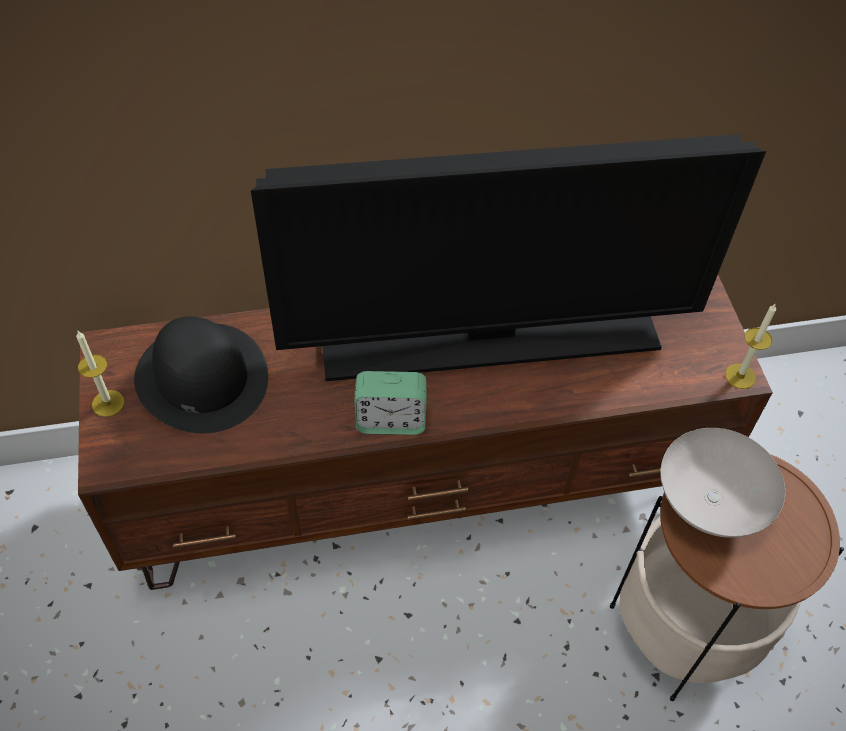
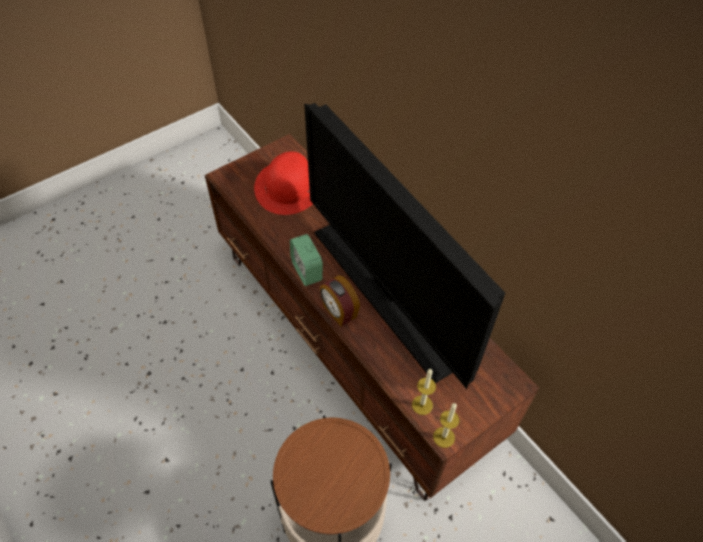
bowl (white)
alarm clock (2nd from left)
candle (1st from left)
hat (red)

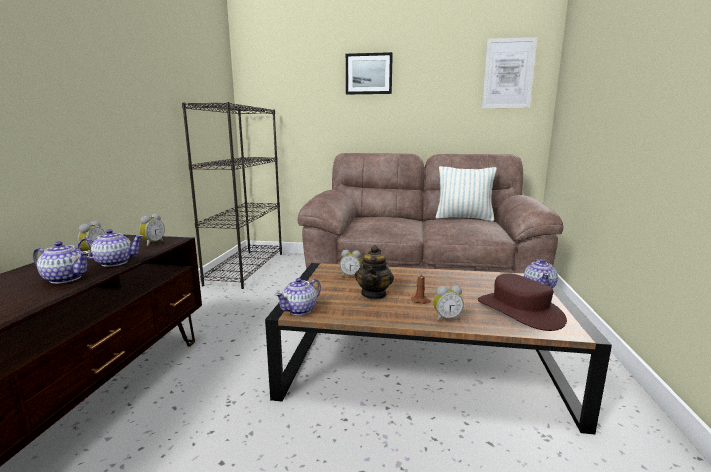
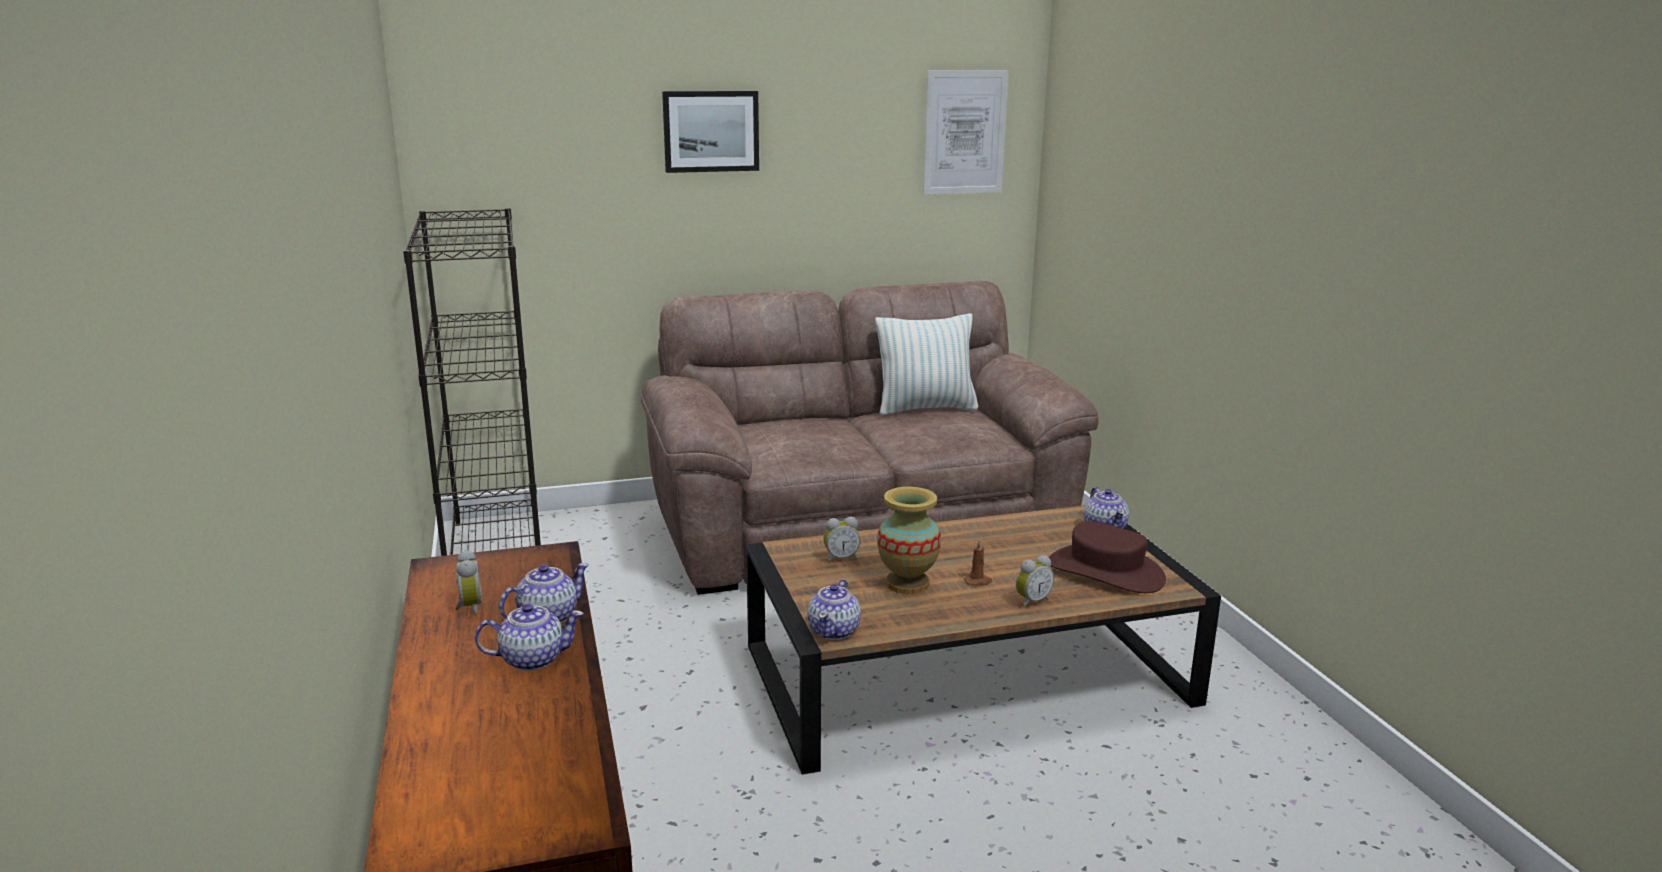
alarm clock (2nd from left in the first image)
vase

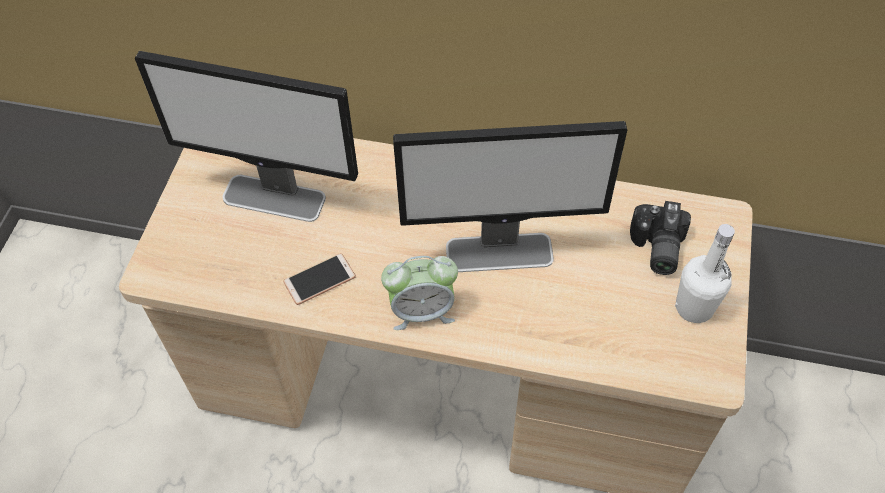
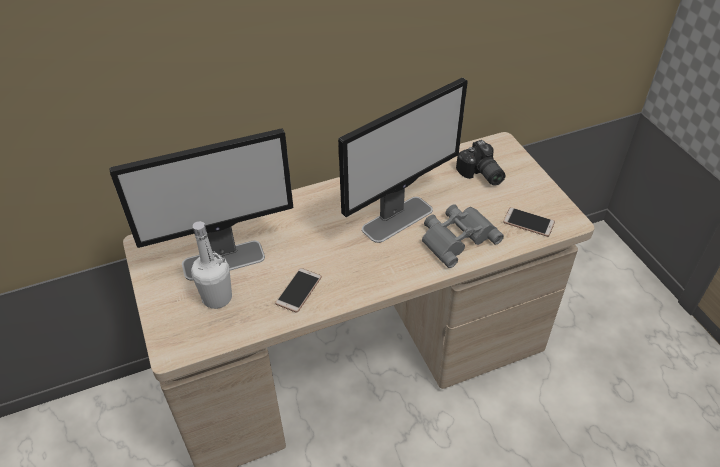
alarm clock
binoculars (grey)
phone (2nd from left)
bottle (white)

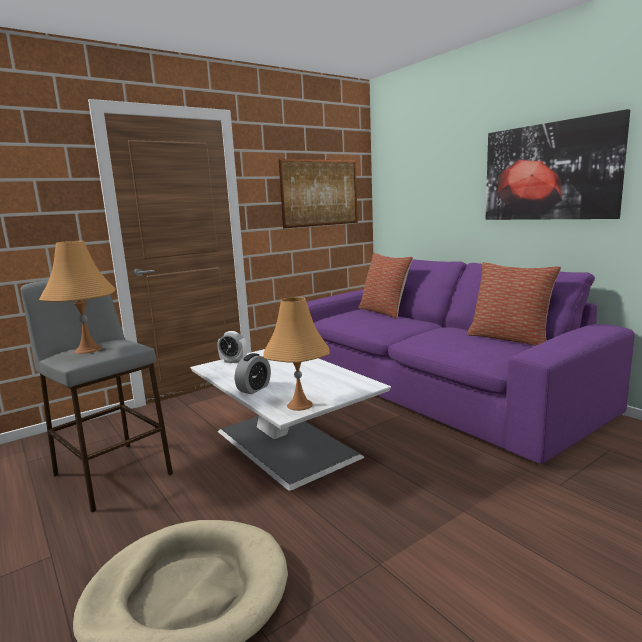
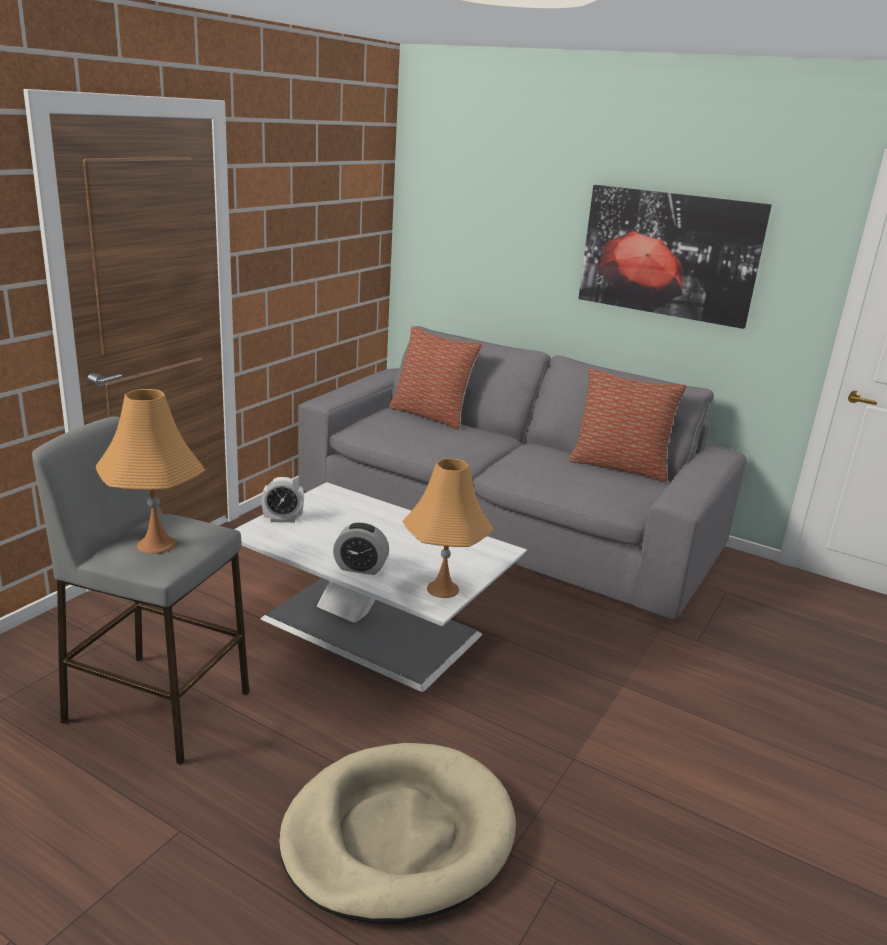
picture (1st from left in the first image)
sofa (grey)
alarm clock (2nd from left)

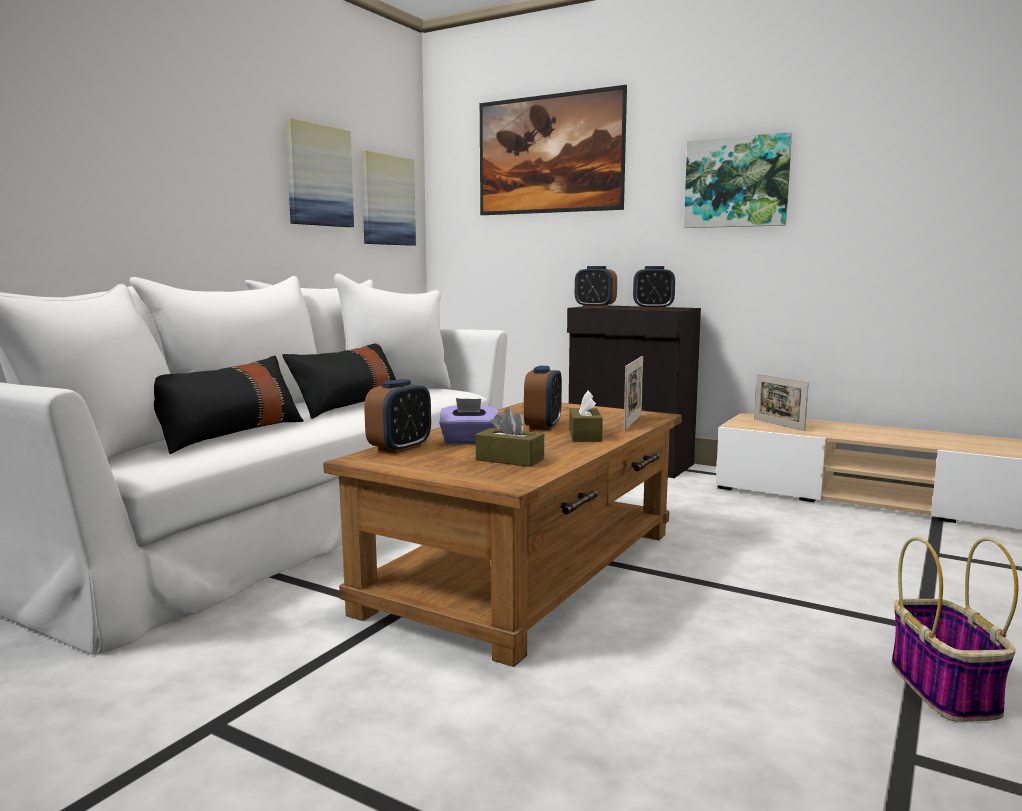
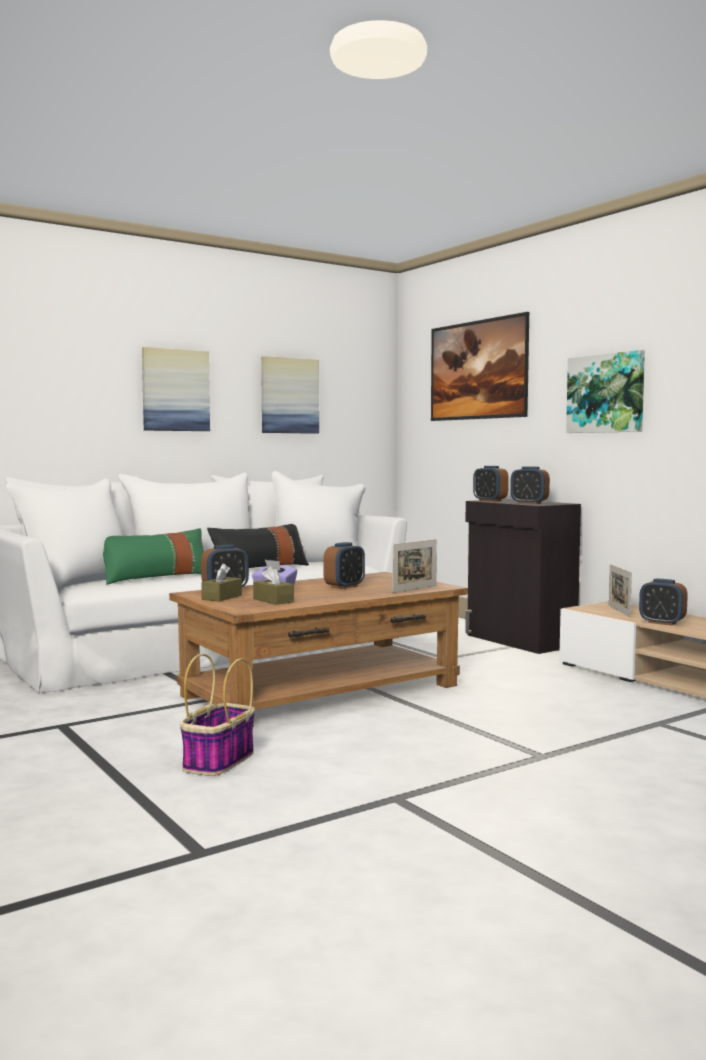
alarm clock (5th from left)
picture (1st from left)
tissue box (brown) (1st from left)
basket
pillow (green)

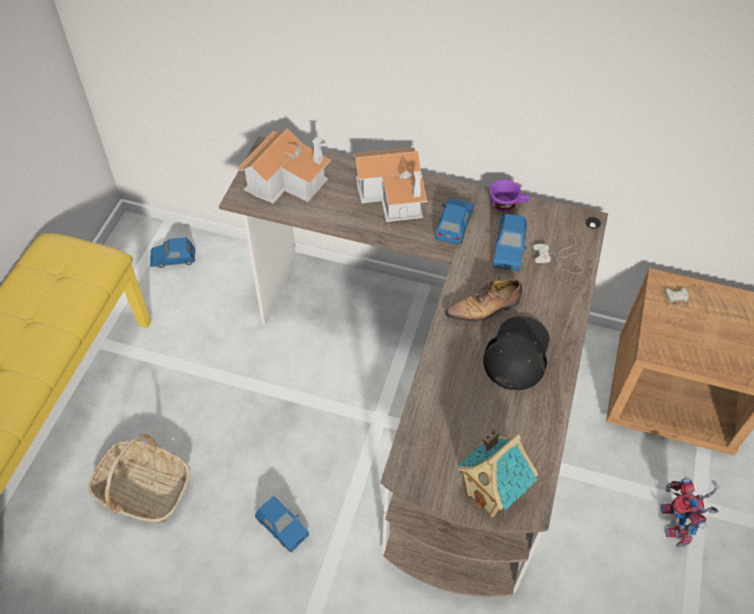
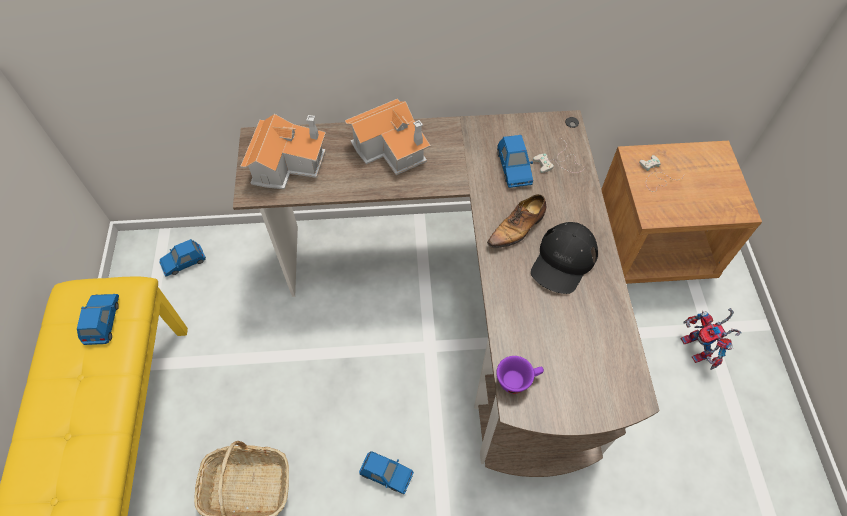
toy house (3rd from left in the first image)
toy car (blue) (1st from left)
cup (purple)
cap (black)

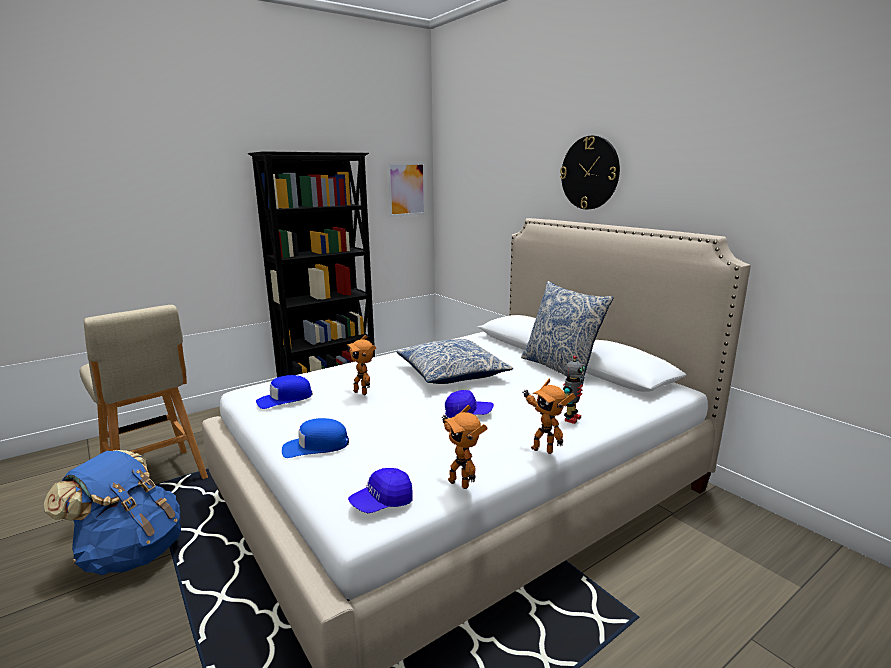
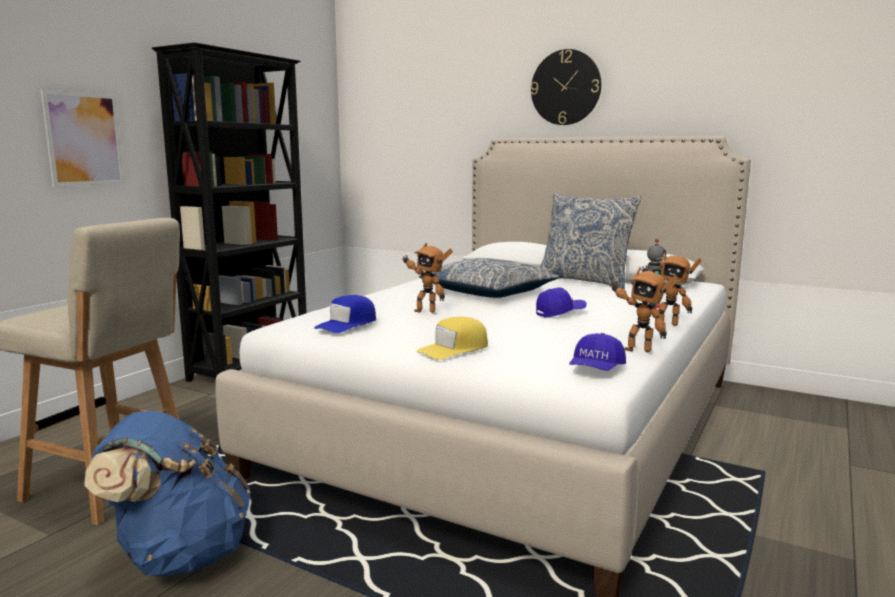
picture
cap (yellow)

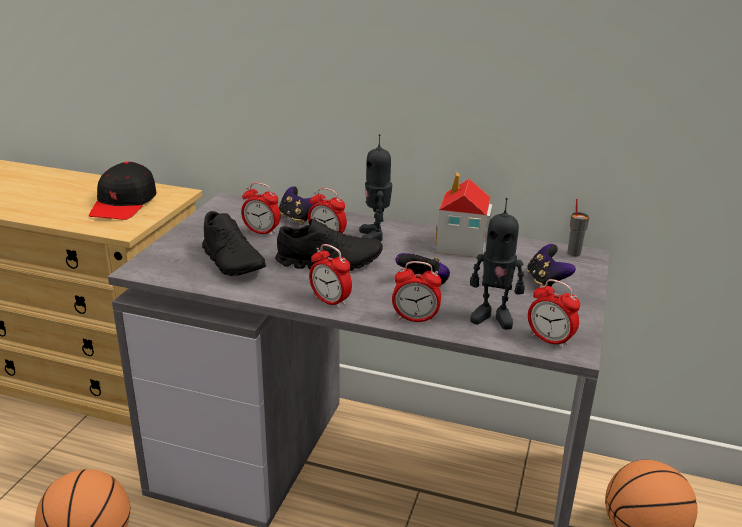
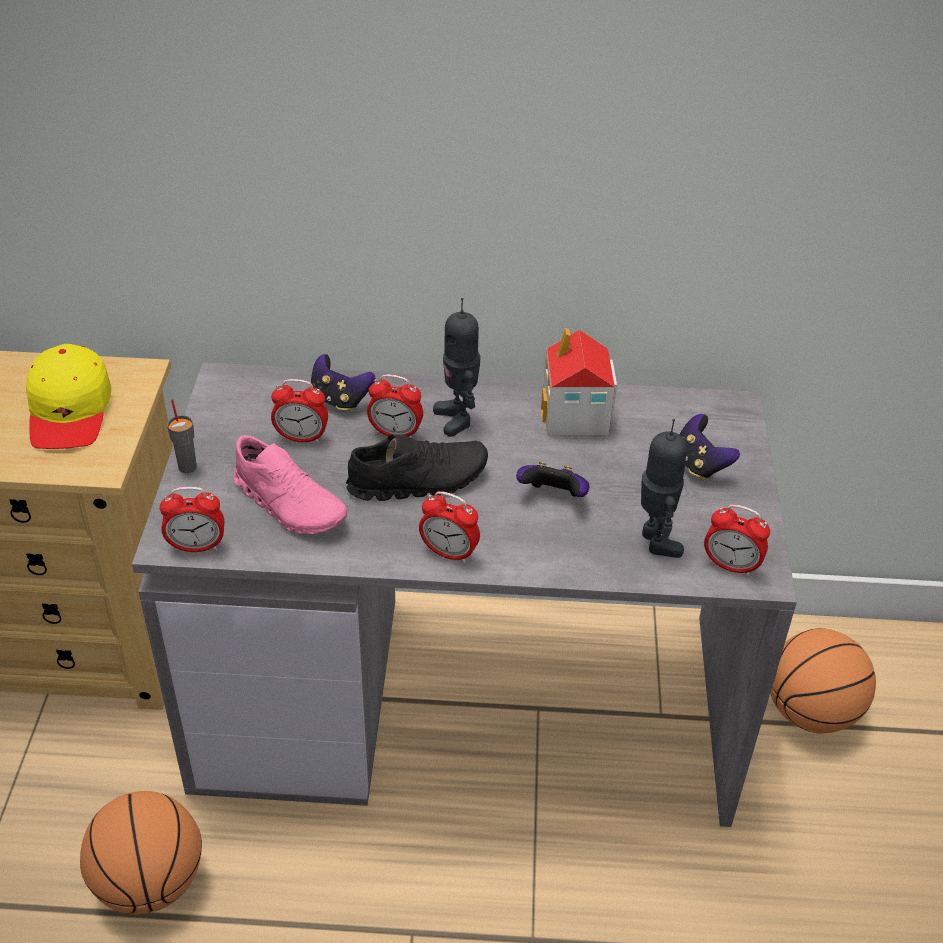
alarm clock (1st from left)
cup (grey)
cap (yellow)
shoe (pink)
toy robot (2nd from left)

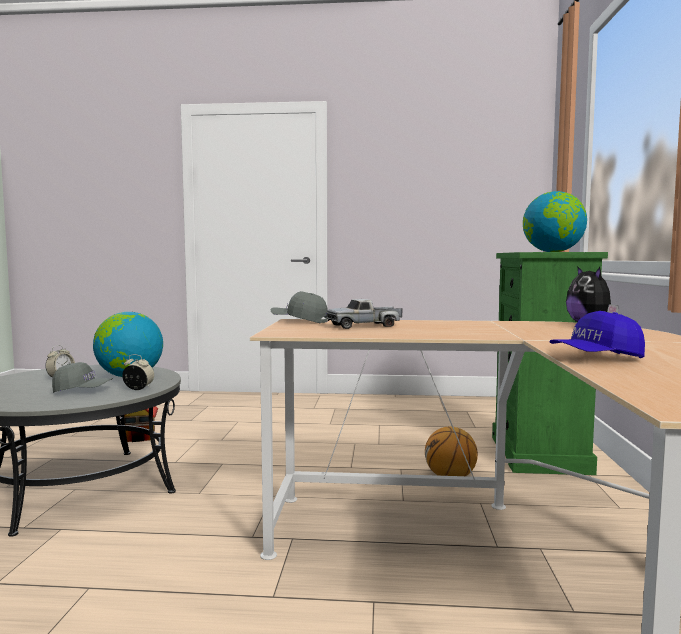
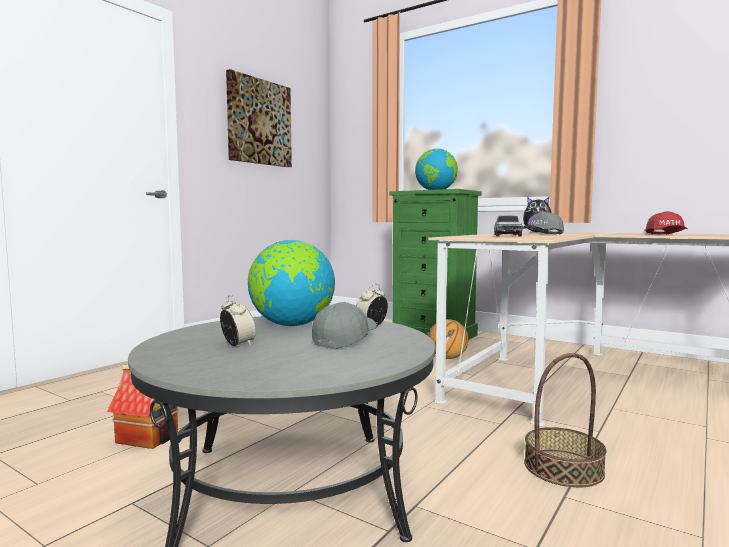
picture
basket
cap (grey) (2nd from left)
cap (red)

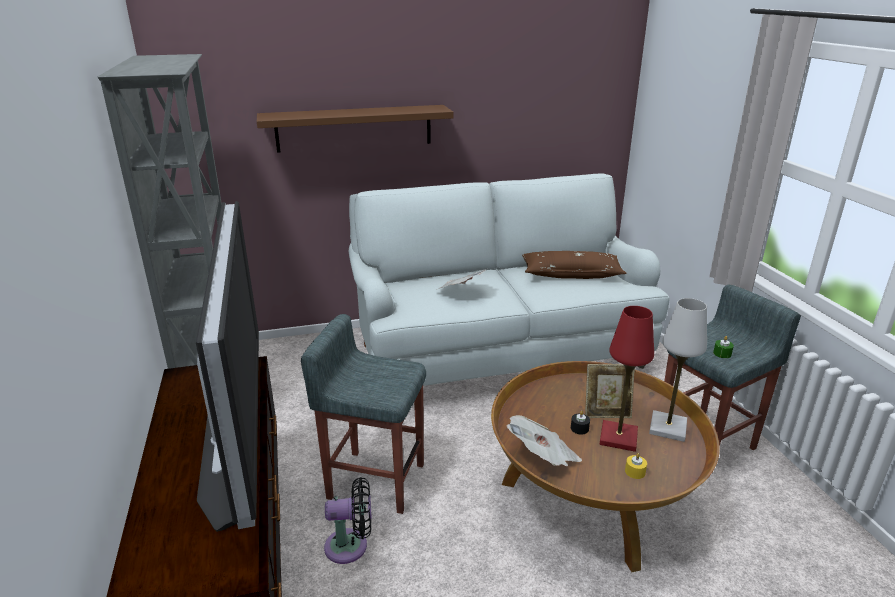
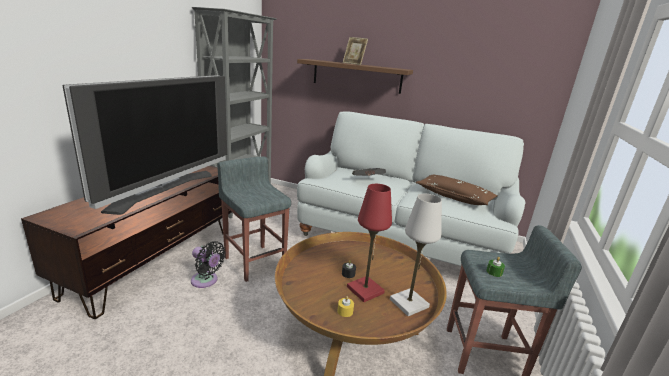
newspaper (2nd from left in the first image)
picture frame

